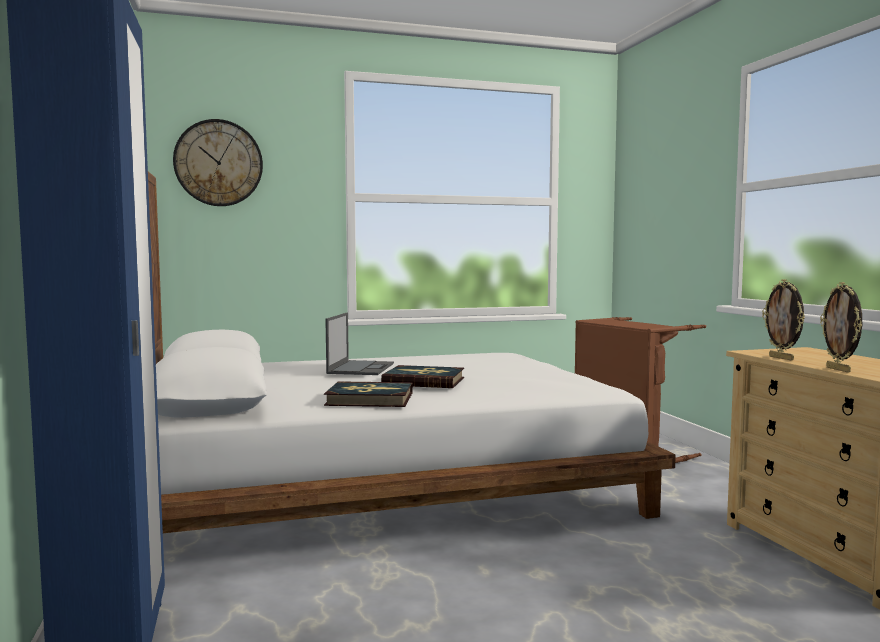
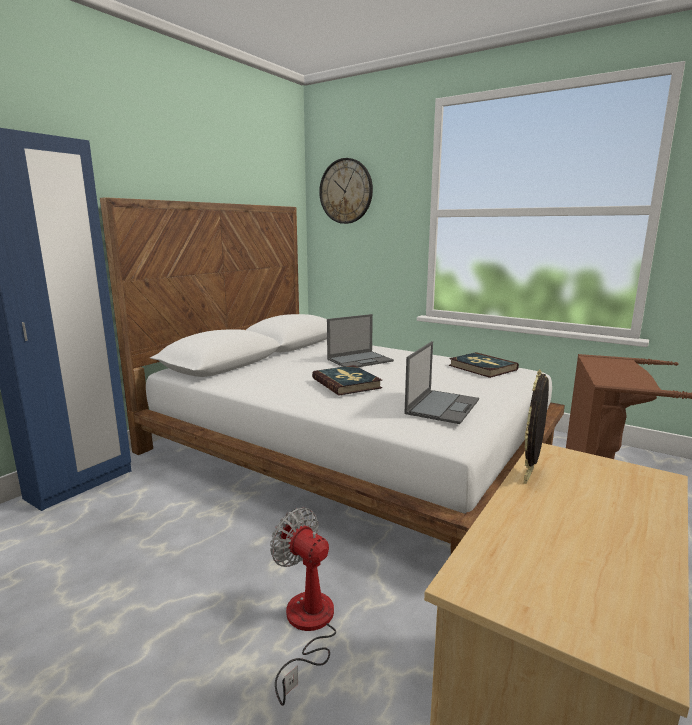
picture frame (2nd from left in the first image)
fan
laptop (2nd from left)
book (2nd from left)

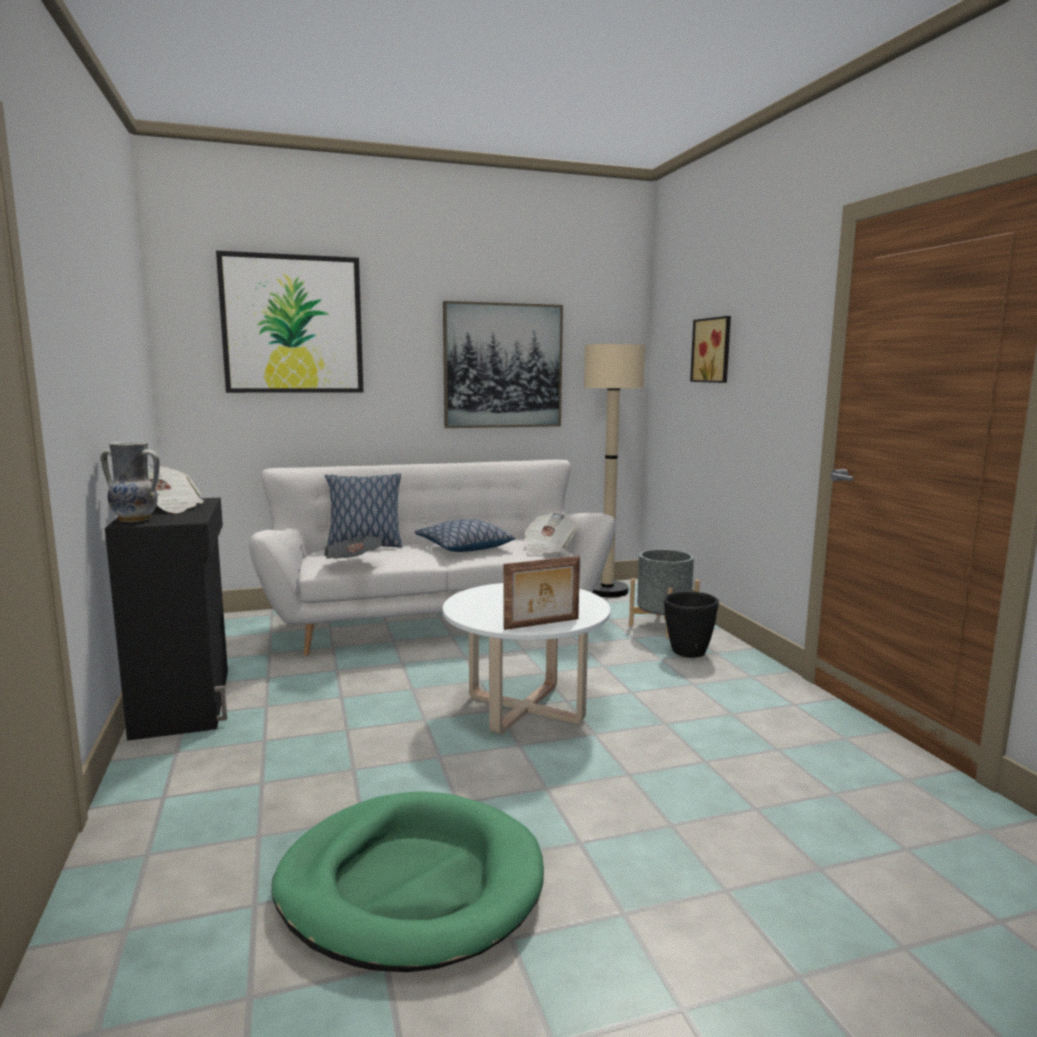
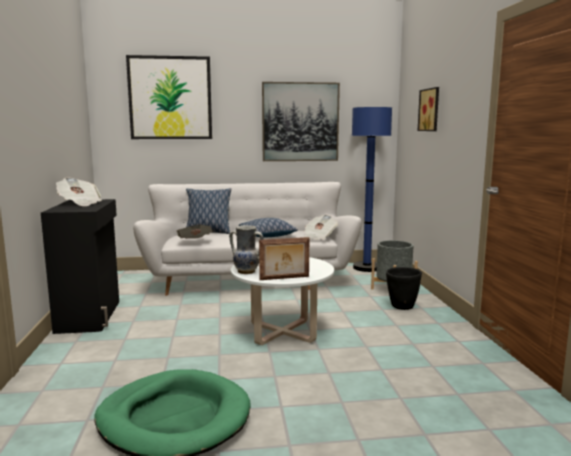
vase
floor lamp (blue)

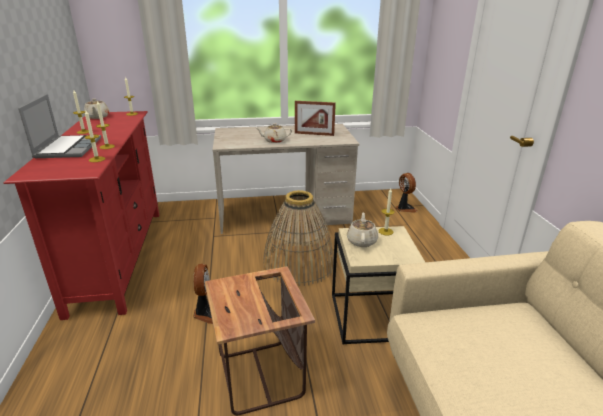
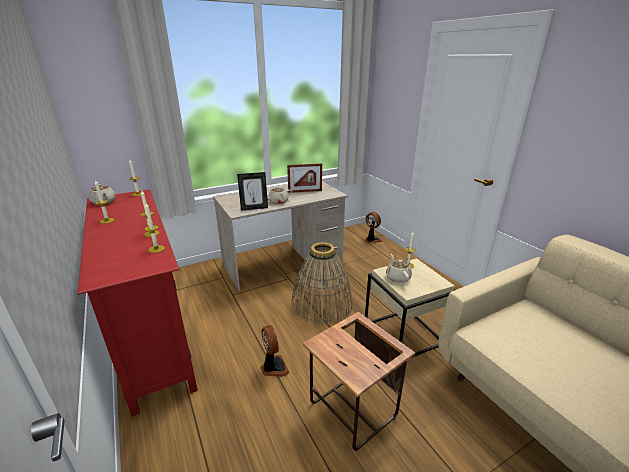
laptop
picture frame (1st from left)

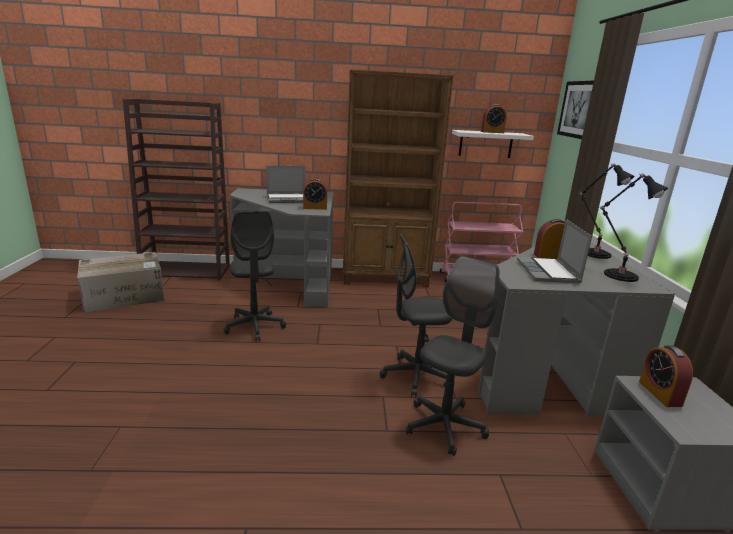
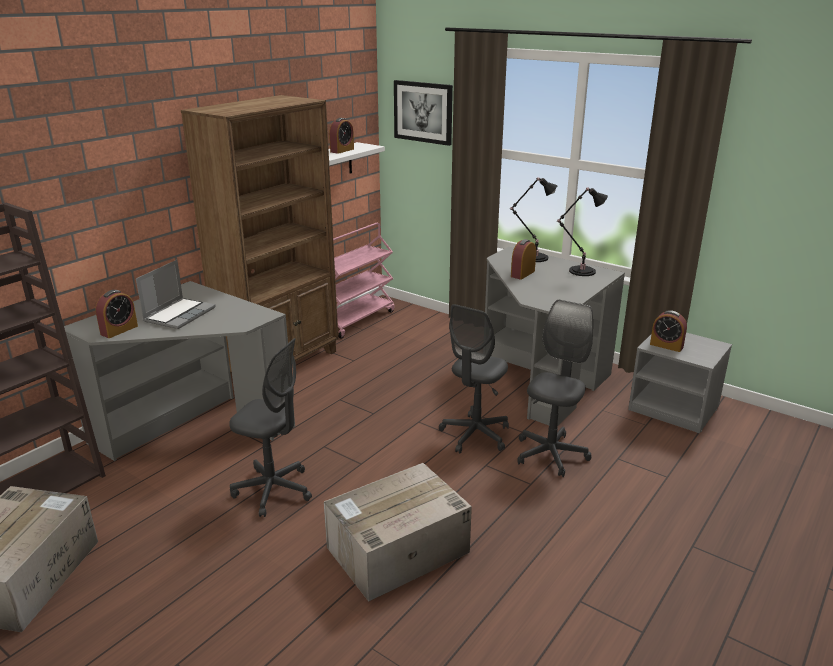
laptop (2nd from left in the first image)
cardboard box (2nd from left)
alarm clock (1st from left)
office chair (grey) (3rd from left)

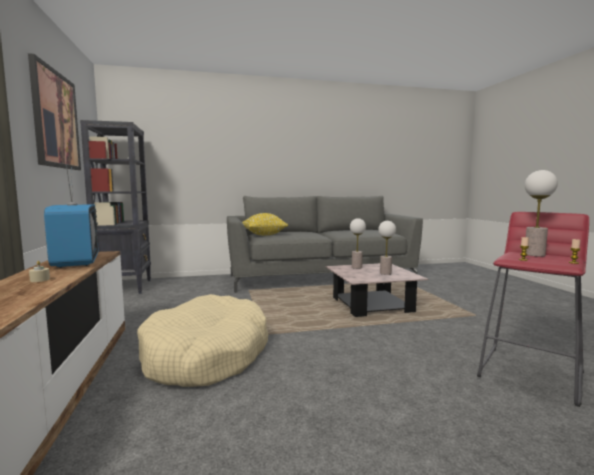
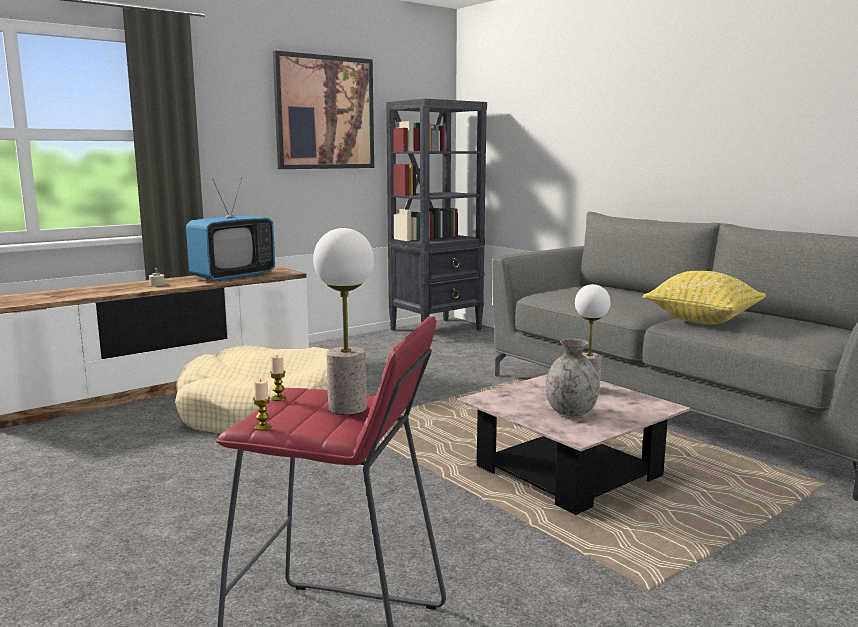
pillow (yellow)
vase (grey)

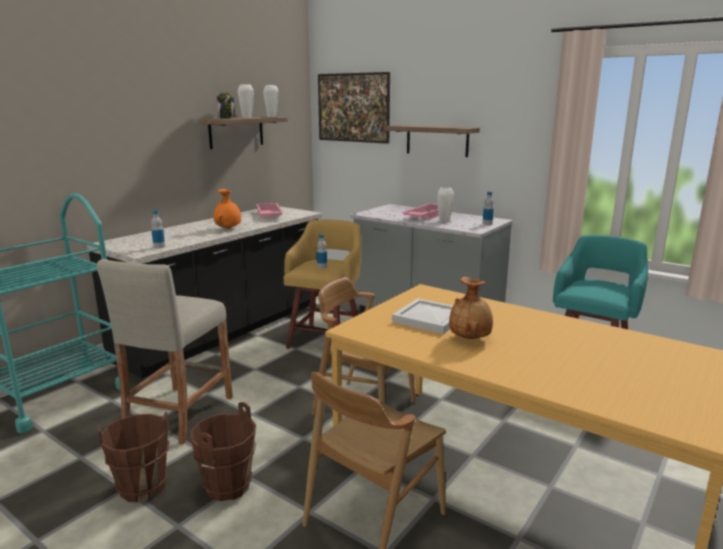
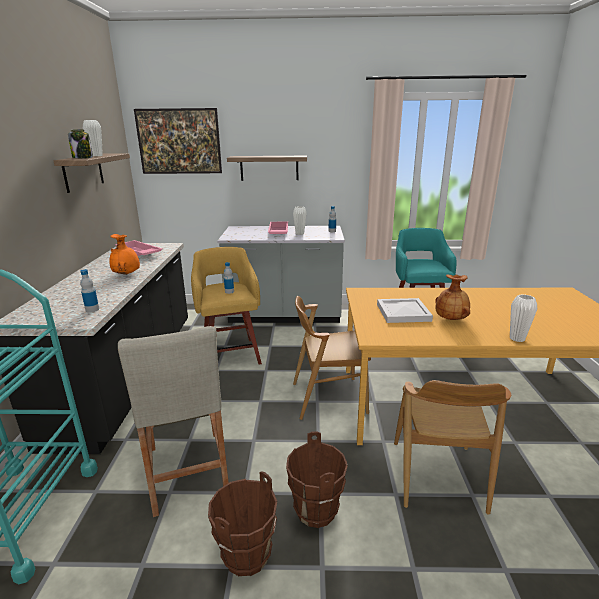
vase (white) (3rd from left)

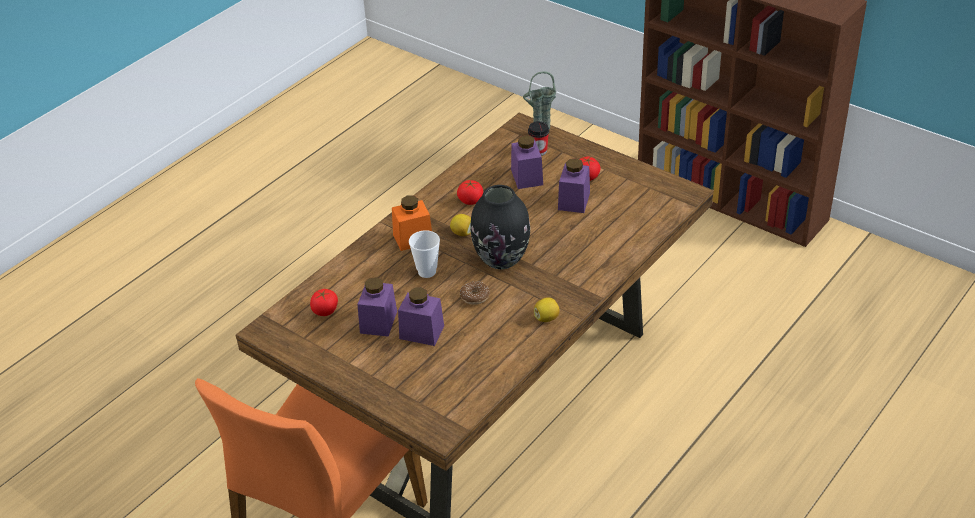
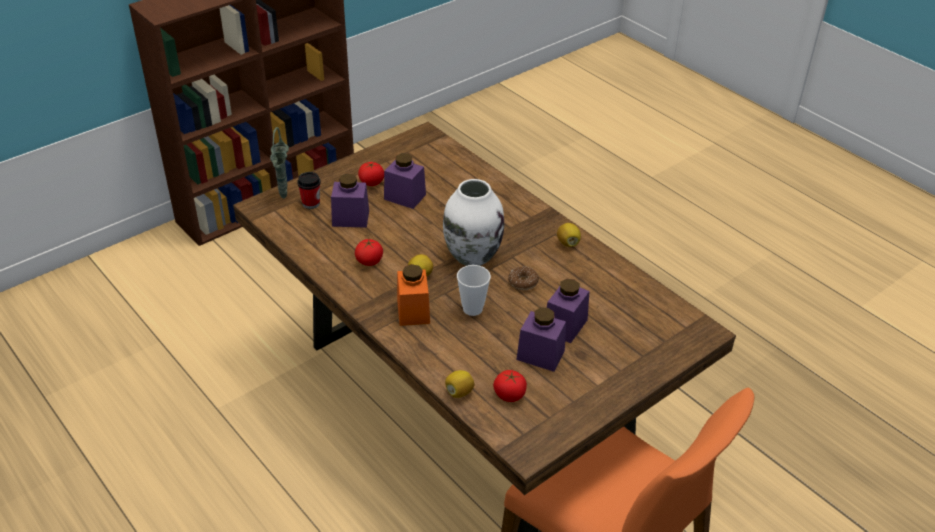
lemon (2nd from left)
vase (white)

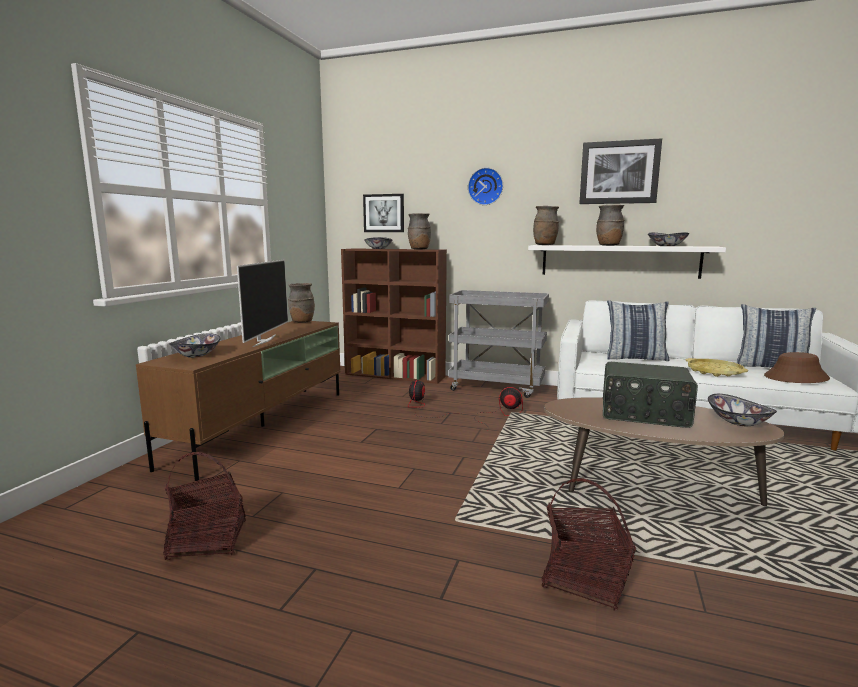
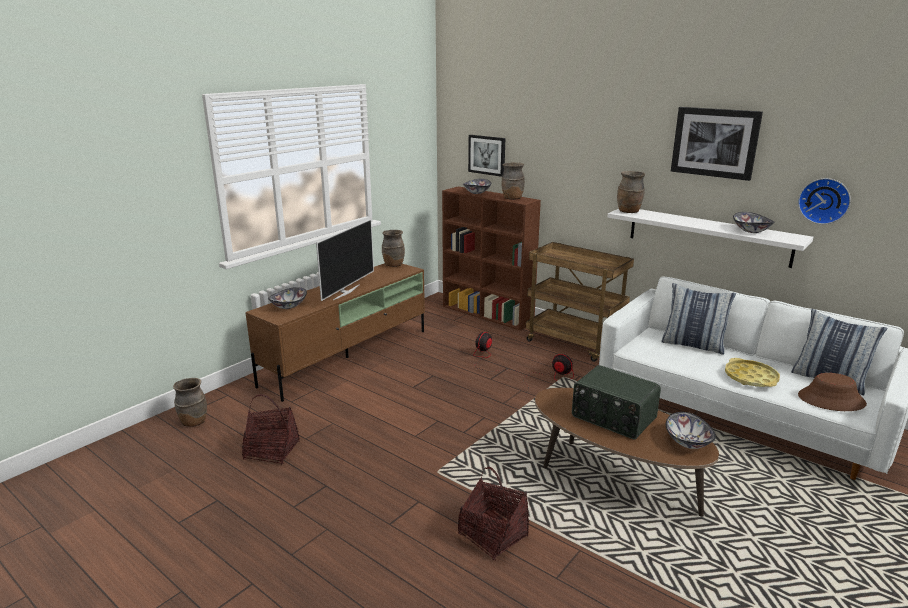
wall clock
vase (brown) (1st from left)
cart (brown)

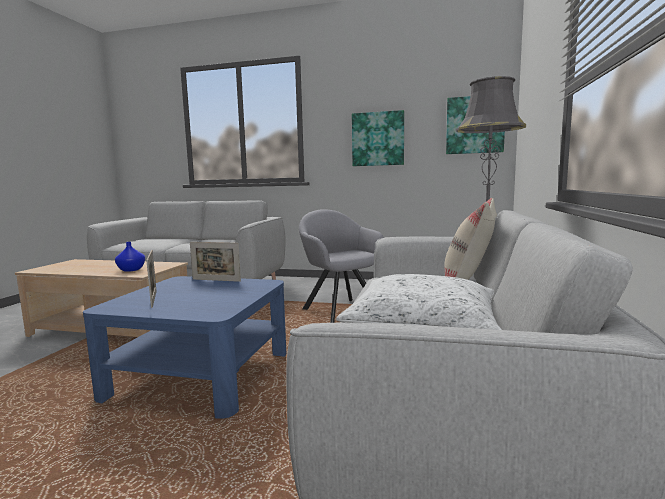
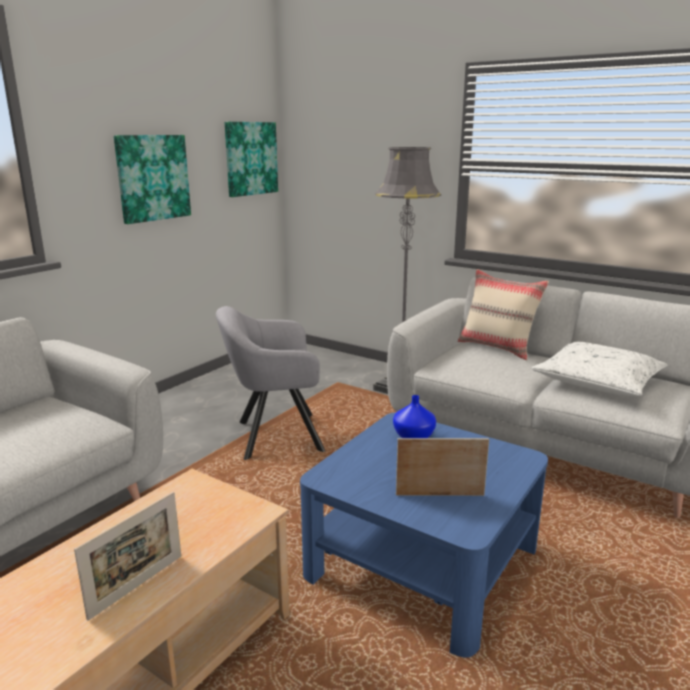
vase (blue)
picture frame (1st from left)

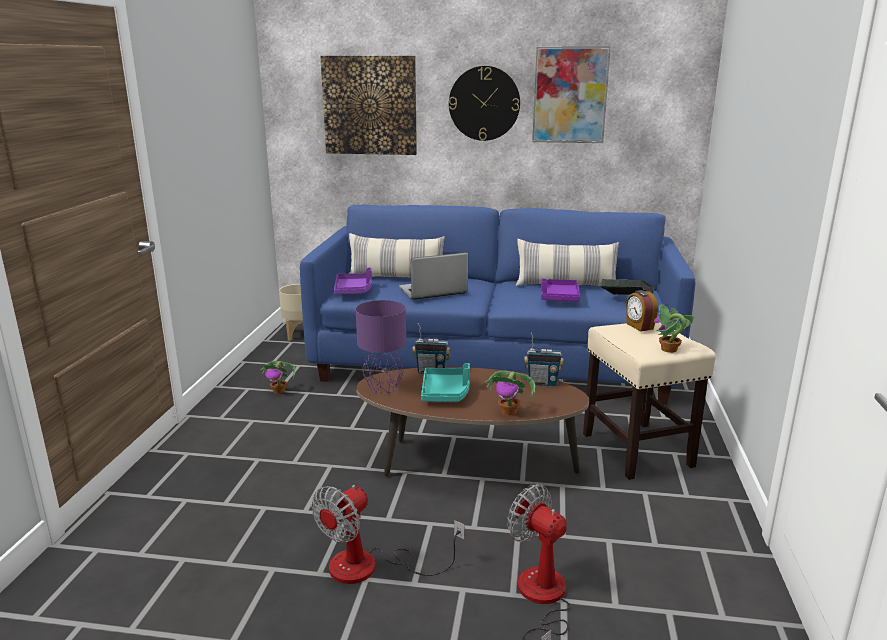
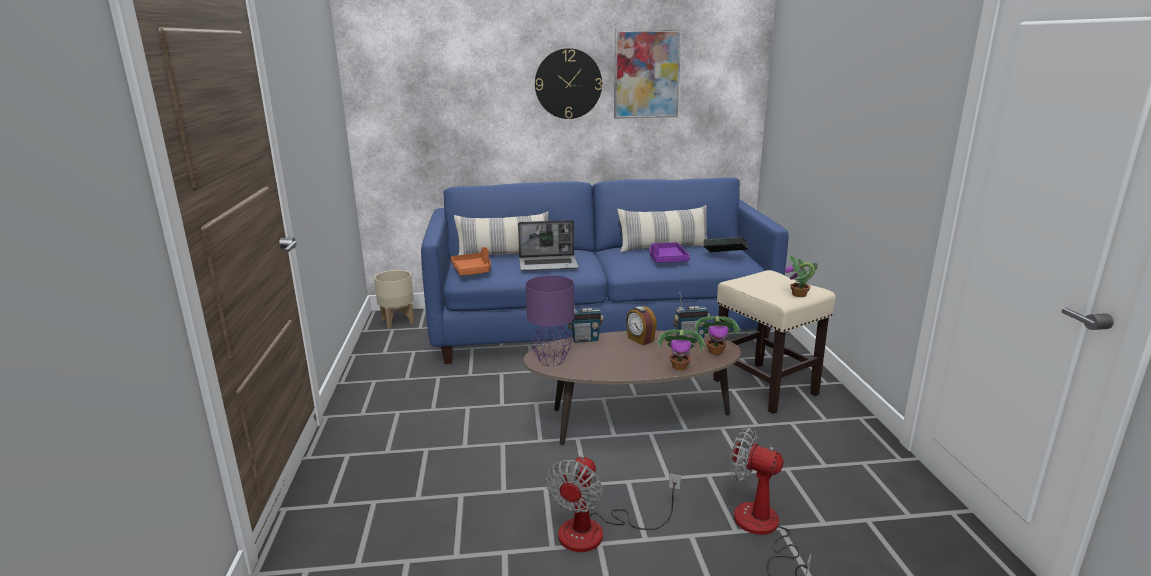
picture (1st from left in the first image)
tray (turquoise)
potted plant (2nd from left)
alarm clock
tray (orange)
laptop

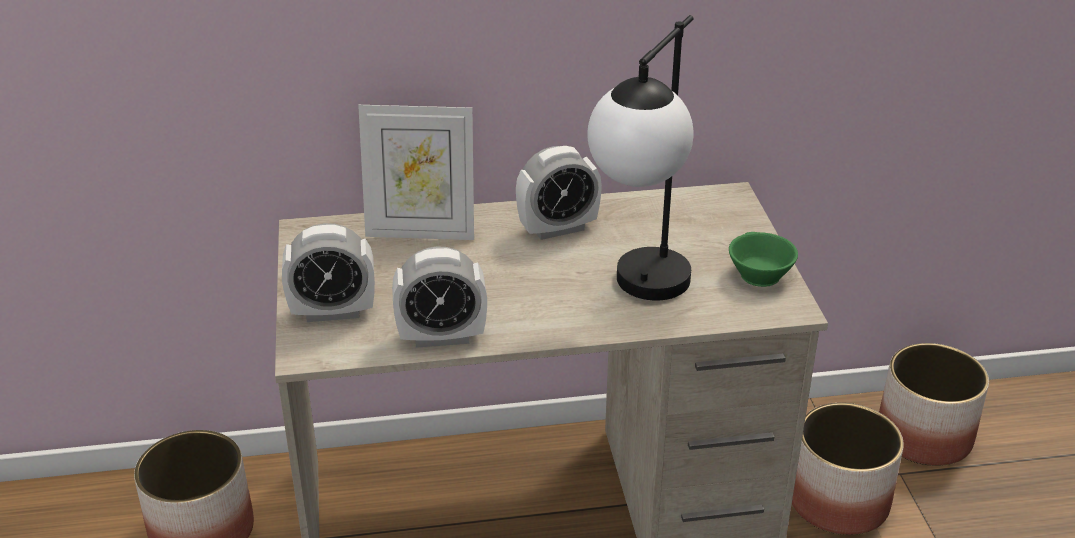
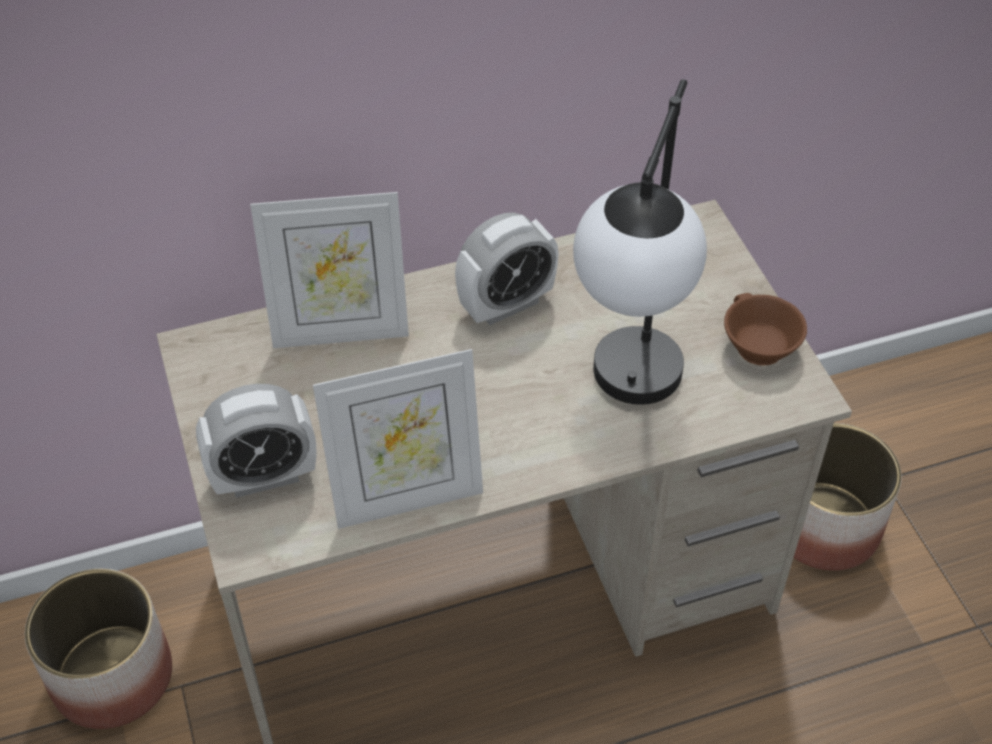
planter (3rd from left in the first image)
picture frame (2nd from left)
cup (brown)

